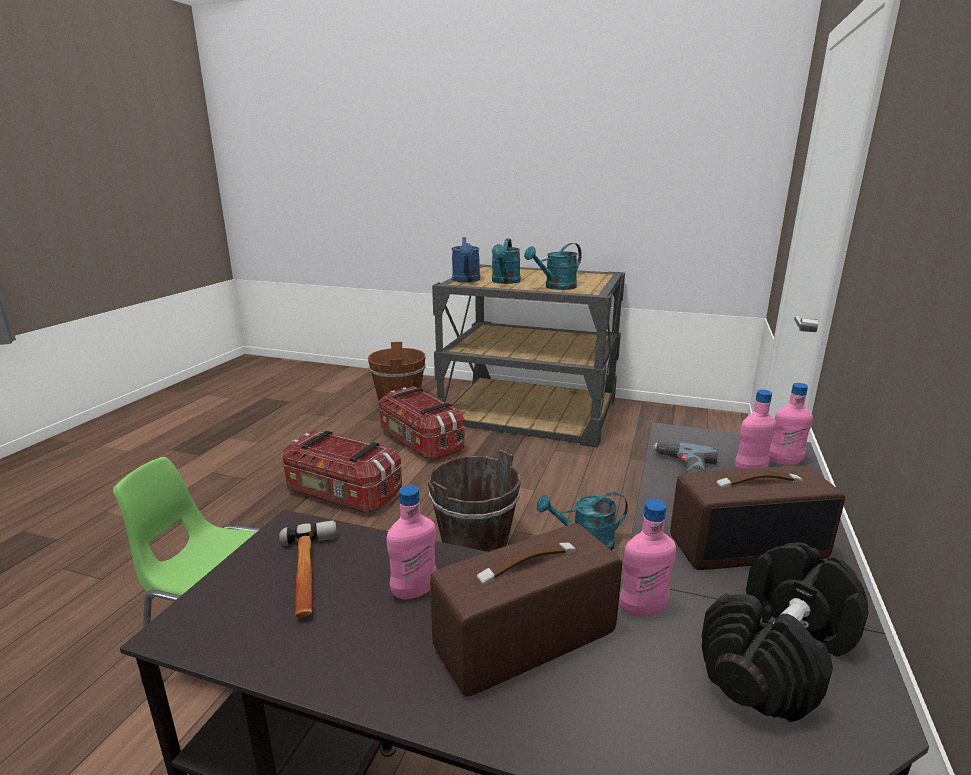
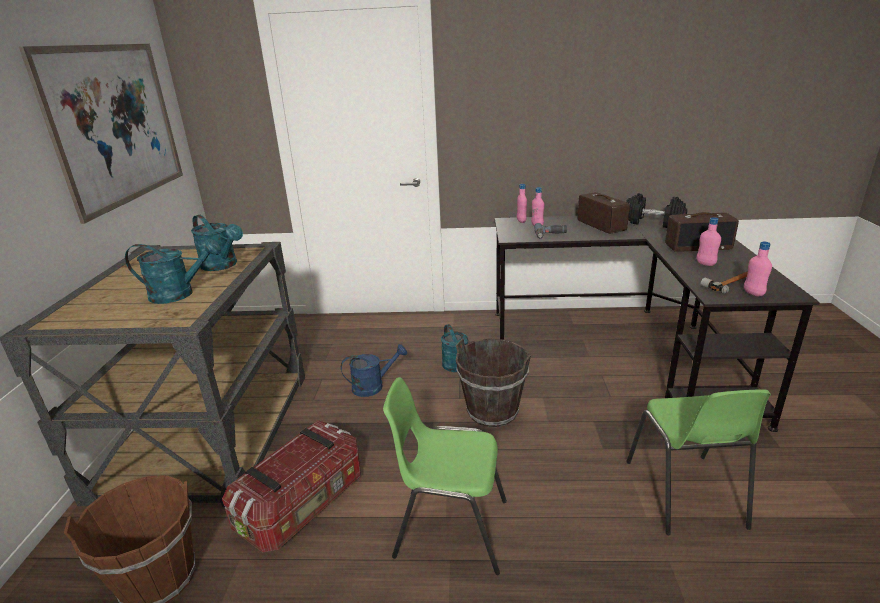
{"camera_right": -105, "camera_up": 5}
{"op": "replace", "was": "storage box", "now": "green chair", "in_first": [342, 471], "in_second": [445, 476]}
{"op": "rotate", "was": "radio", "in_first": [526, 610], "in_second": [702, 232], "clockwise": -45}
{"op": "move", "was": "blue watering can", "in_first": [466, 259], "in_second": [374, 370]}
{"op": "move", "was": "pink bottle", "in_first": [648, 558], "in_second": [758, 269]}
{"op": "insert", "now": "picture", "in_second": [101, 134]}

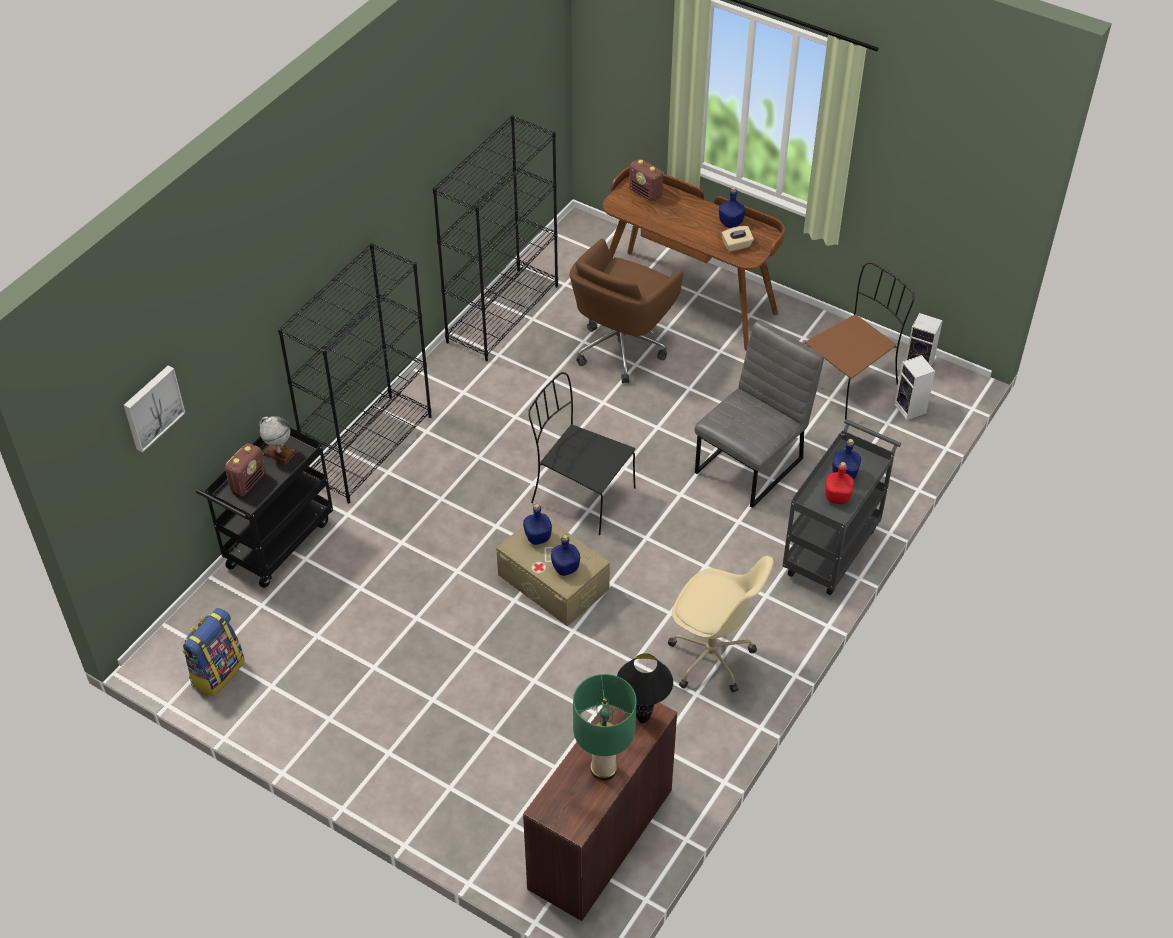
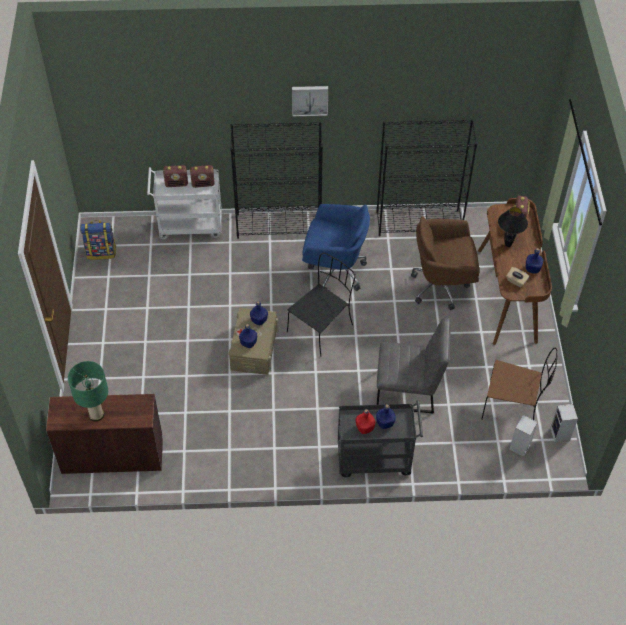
{"camera_right": 55, "camera_up": 5}
{"op": "move", "was": "picture", "in_first": [154, 409], "in_second": [310, 101]}
{"op": "recolor", "was": "black cart", "now": "white cart", "in_first": [264, 508], "in_second": [184, 203]}
{"op": "replace", "was": "globe", "now": "radio", "in_first": [277, 440], "in_second": [202, 176]}
{"op": "rotate", "was": "black chair", "in_first": [582, 453], "in_second": [321, 304], "clockwise": 45}
{"op": "move", "was": "black table lamp", "in_first": [645, 688], "in_second": [513, 227]}
{"op": "delete", "was": "beige office chair", "in_first": [720, 624]}
{"op": "insert", "now": "blue office chair", "in_second": [336, 247]}

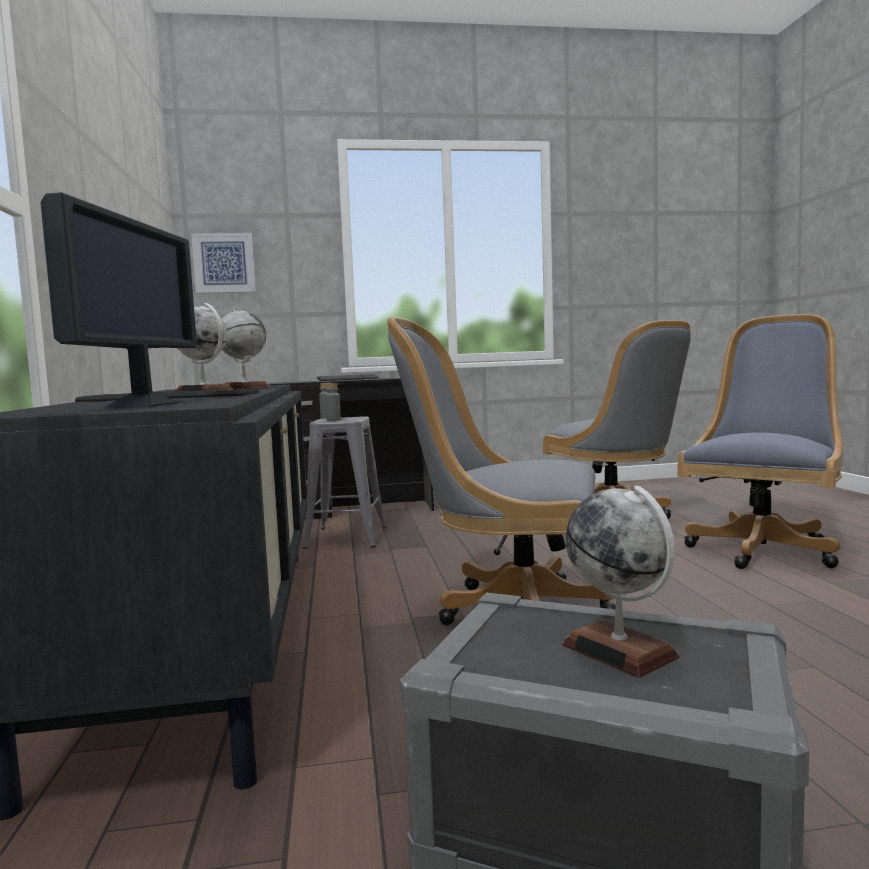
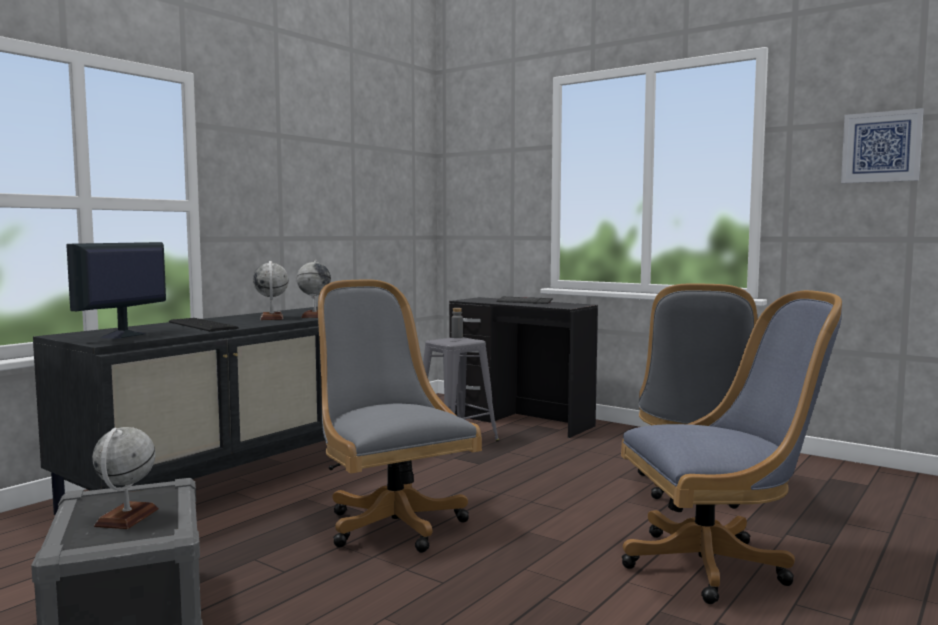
{"camera_right": 45, "camera_up": 0}
{"op": "rotate", "was": "monitor", "in_first": [118, 300], "in_second": [116, 290], "clockwise": 150}
{"op": "move", "was": "picture", "in_first": [223, 263], "in_second": [882, 145]}
{"op": "delete", "was": "grey bottle", "in_first": [333, 402]}

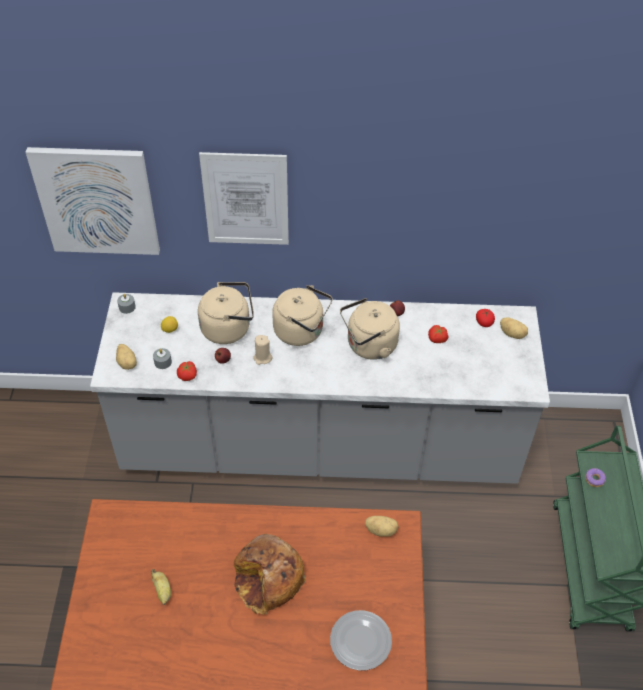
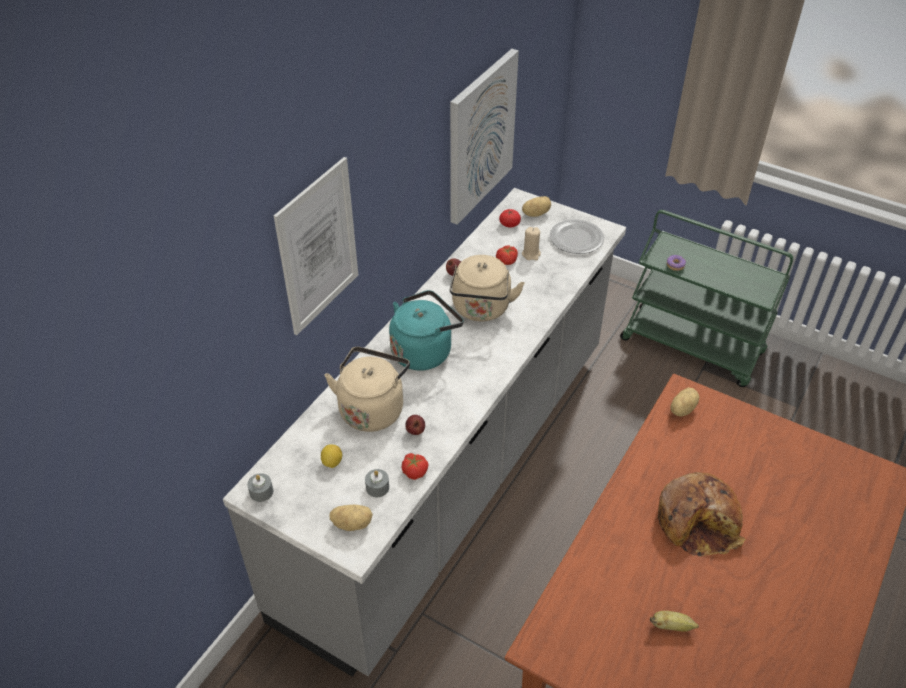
{"camera_right": -60, "camera_up": -5}
{"op": "move", "was": "picture", "in_first": [93, 201], "in_second": [484, 137]}
{"op": "move", "was": "beige candle", "in_first": [263, 350], "in_second": [531, 243]}
{"op": "recolor", "was": "beige kettle", "now": "turquoise kettle", "in_first": [302, 315], "in_second": [426, 330]}
{"op": "move", "was": "plate", "in_first": [361, 640], "in_second": [577, 236]}

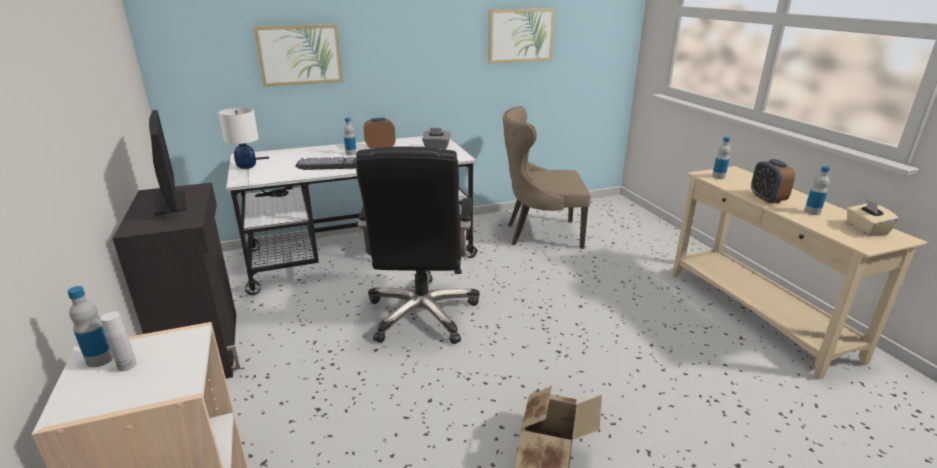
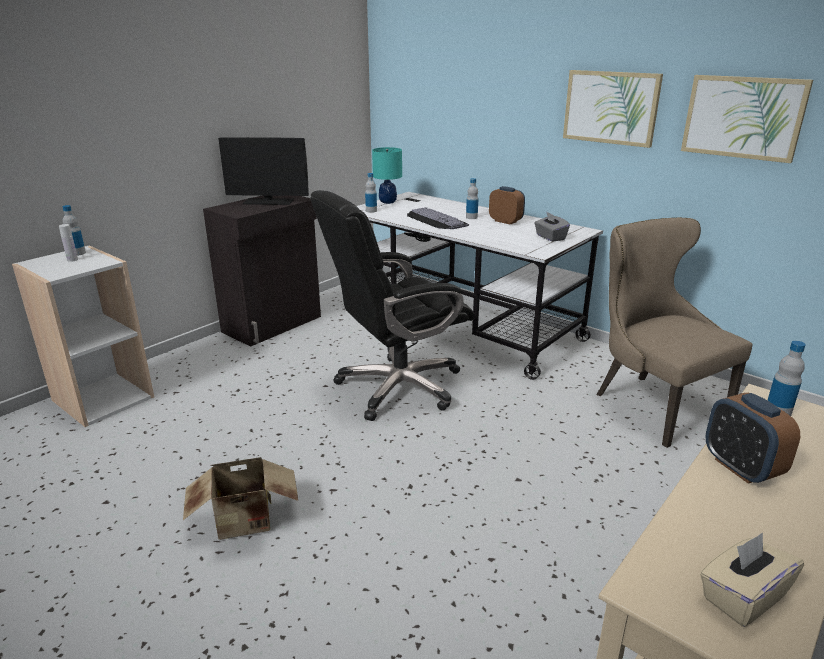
{"camera_right": 60, "camera_up": 0}
{"op": "rotate", "was": "monitor", "in_first": [168, 162], "in_second": [263, 171], "clockwise": 60}
{"op": "recolor", "was": "white table lamp", "now": "turquoise table lamp", "in_first": [238, 138], "in_second": [387, 175]}
{"op": "move", "was": "picture", "in_first": [298, 55], "in_second": [613, 109]}
{"op": "rotate", "was": "alarm clock", "in_first": [773, 181], "in_second": [753, 438], "clockwise": -75}
{"op": "move", "was": "bottle", "in_first": [817, 190], "in_second": [371, 193]}

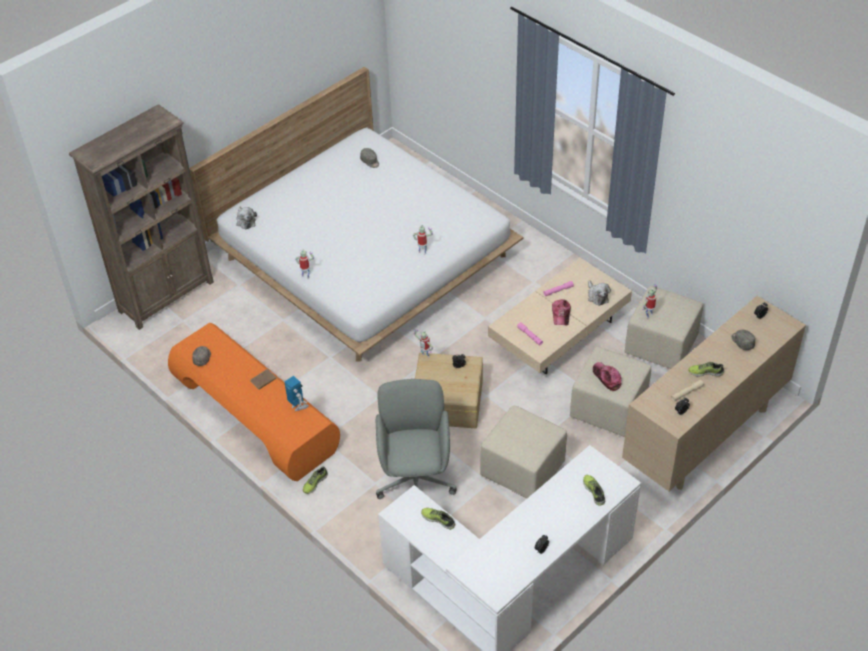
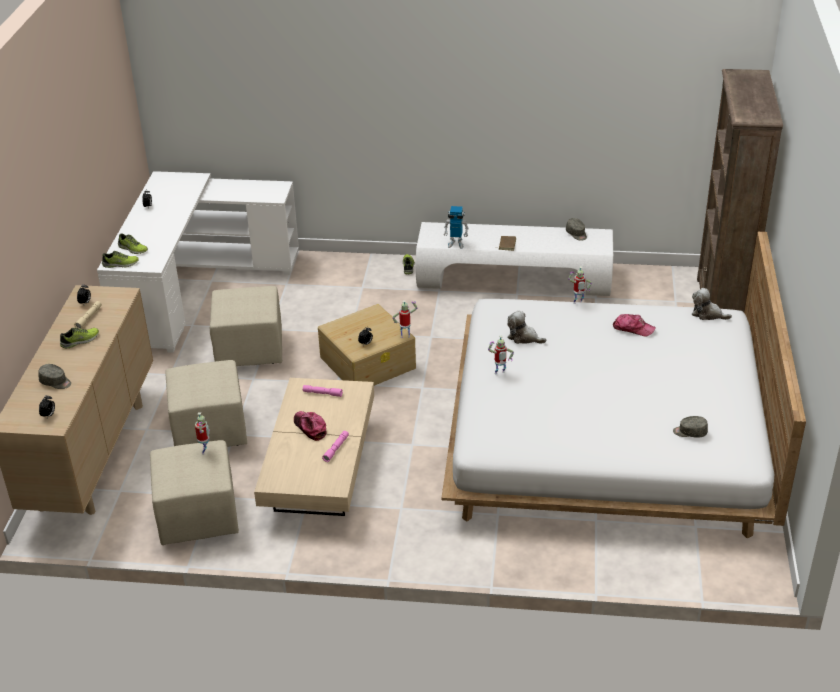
{"camera_right": 140, "camera_up": -10}
{"op": "recolor", "was": "orange bench", "now": "white bench", "in_first": [254, 402], "in_second": [514, 259]}
{"op": "delete", "was": "grey office chair", "in_first": [416, 439]}
{"op": "move", "was": "shoe", "in_first": [438, 519], "in_second": [120, 259]}
{"op": "move", "was": "plush toy", "in_first": [599, 293], "in_second": [527, 327]}
{"op": "move", "was": "cap", "in_first": [607, 376], "in_second": [634, 325]}

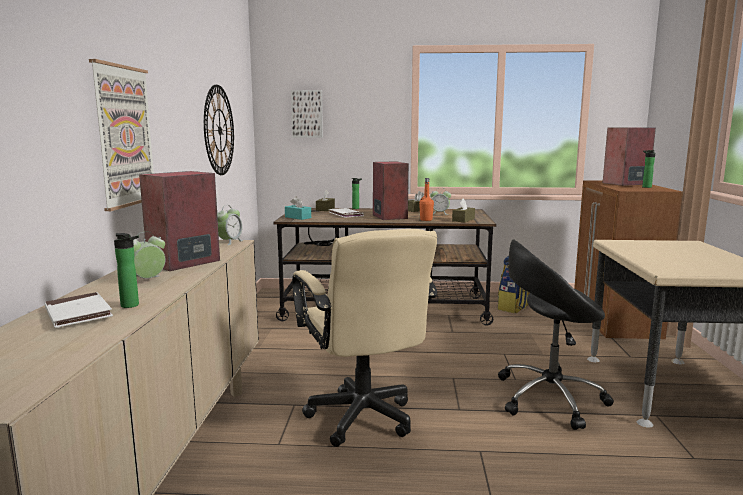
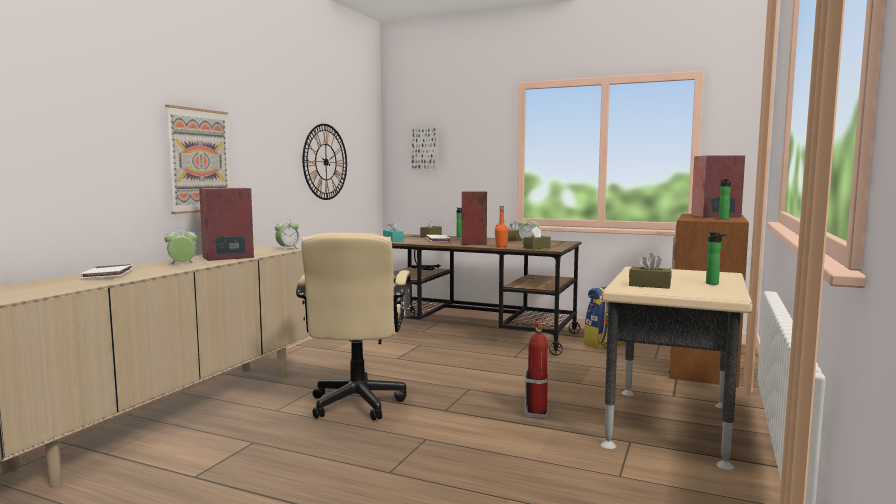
{"camera_right": 20, "camera_up": -5}
{"op": "move", "was": "bottle", "in_first": [126, 270], "in_second": [716, 258]}
{"op": "replace", "was": "black office chair", "now": "fire extinguisher", "in_first": [556, 334], "in_second": [537, 370]}
{"op": "insert", "now": "brown tissue box", "in_second": [650, 271]}

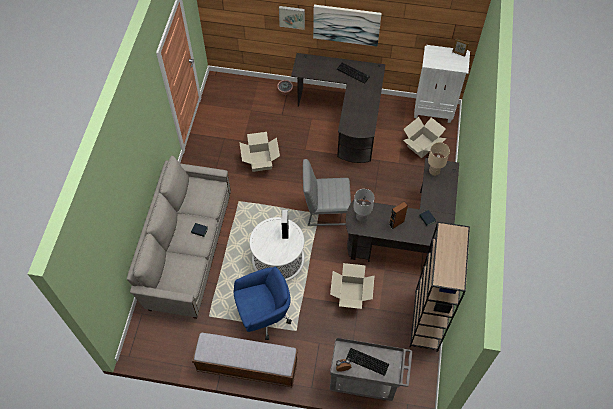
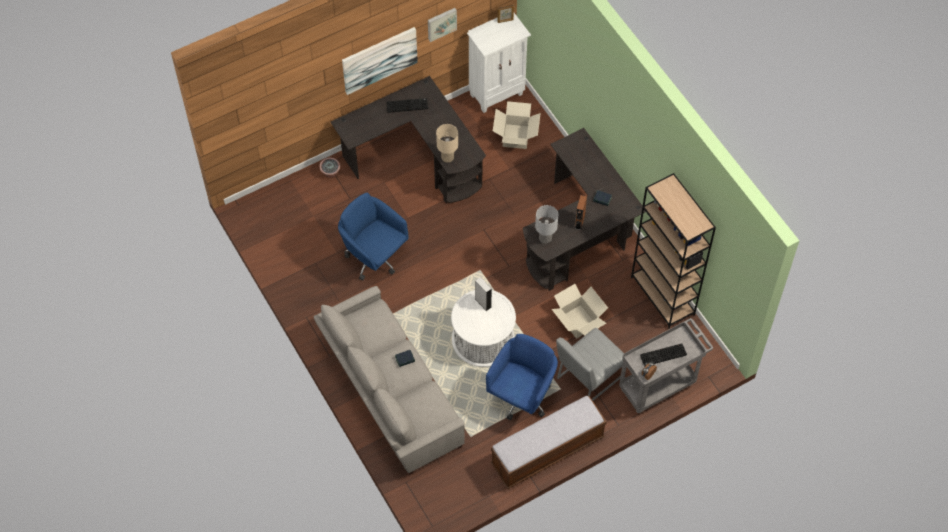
{"camera_right": -40, "camera_up": 0}
{"op": "replace", "was": "cardboard box", "now": "blue office chair", "in_first": [259, 152], "in_second": [373, 236]}
{"op": "move", "was": "picture", "in_first": [292, 18], "in_second": [442, 25]}
{"op": "move", "was": "grey chair", "in_first": [327, 192], "in_second": [590, 364]}
{"op": "move", "was": "beige table lamp", "in_first": [439, 159], "in_second": [447, 143]}

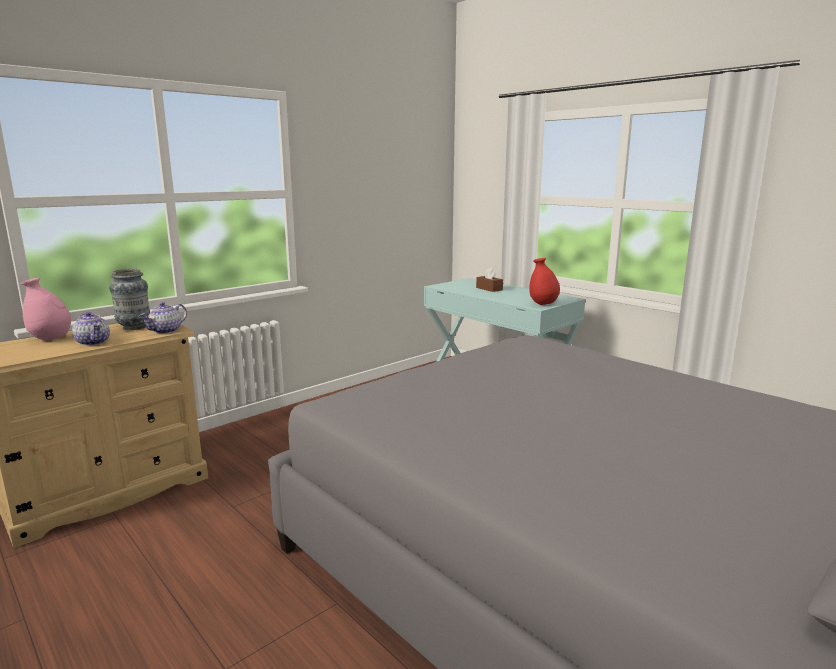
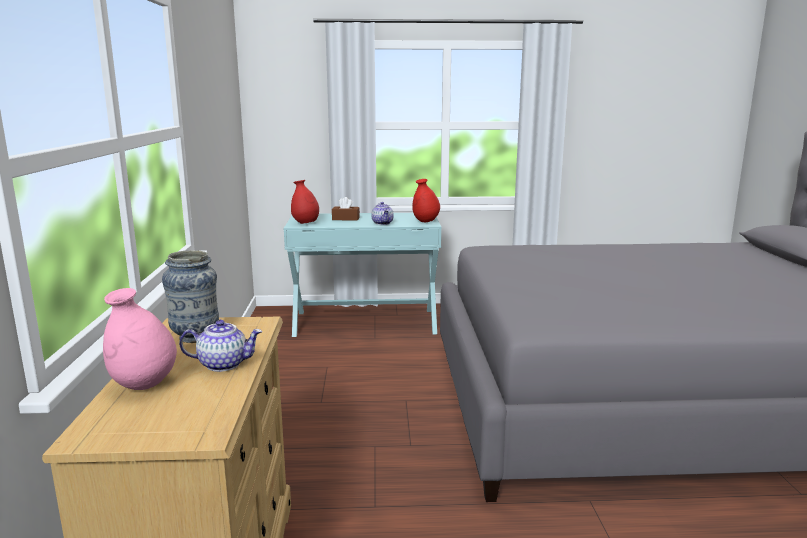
{"camera_right": -50, "camera_up": 0}
{"op": "move", "was": "teapot", "in_first": [163, 318], "in_second": [382, 213]}
{"op": "insert", "now": "red vase", "in_second": [305, 202]}

